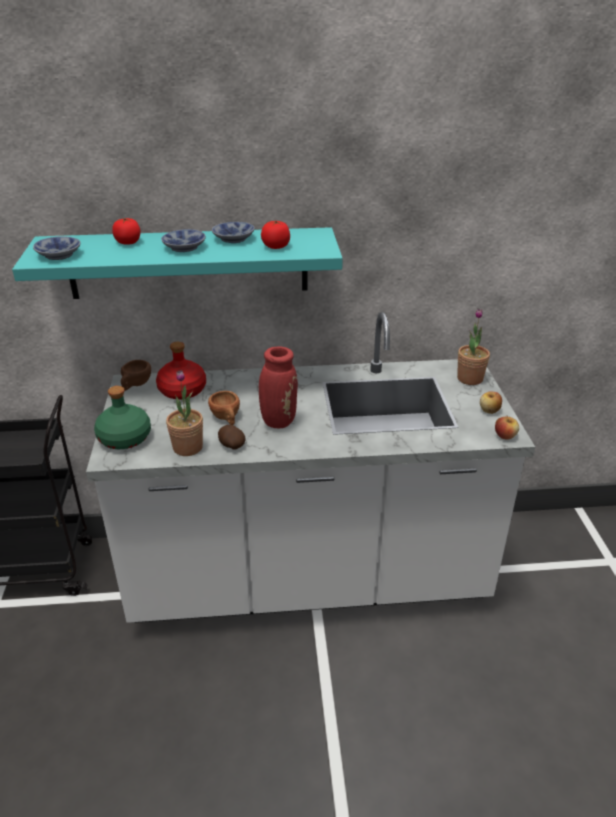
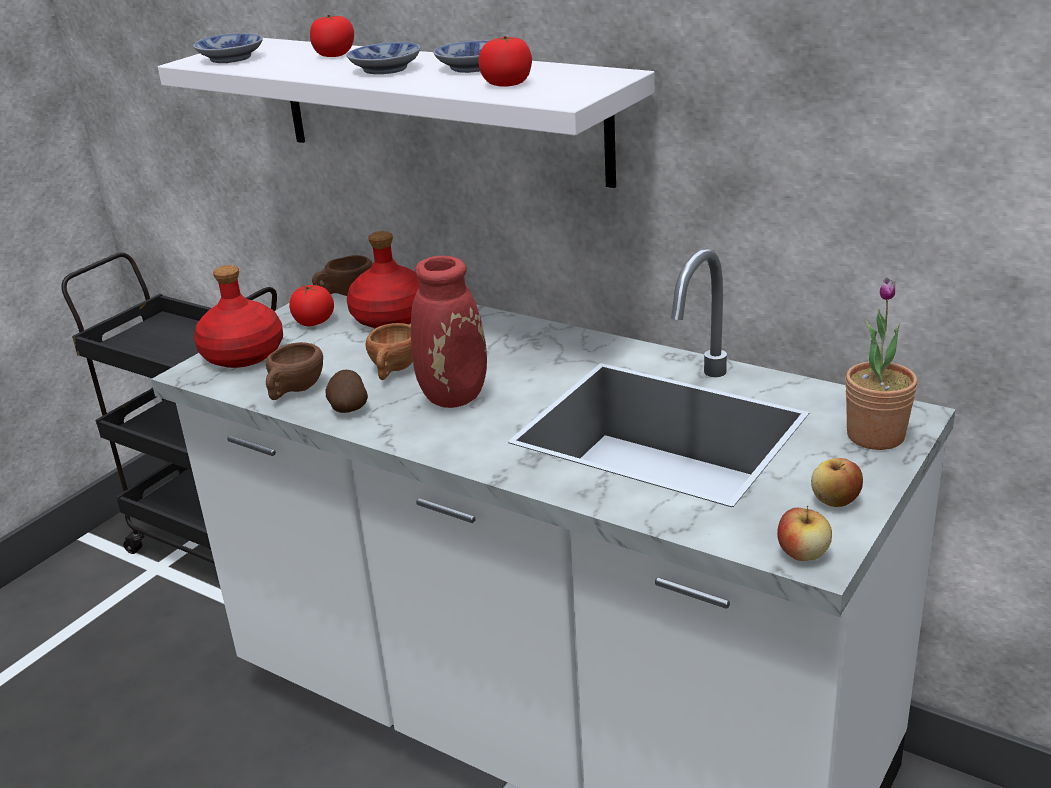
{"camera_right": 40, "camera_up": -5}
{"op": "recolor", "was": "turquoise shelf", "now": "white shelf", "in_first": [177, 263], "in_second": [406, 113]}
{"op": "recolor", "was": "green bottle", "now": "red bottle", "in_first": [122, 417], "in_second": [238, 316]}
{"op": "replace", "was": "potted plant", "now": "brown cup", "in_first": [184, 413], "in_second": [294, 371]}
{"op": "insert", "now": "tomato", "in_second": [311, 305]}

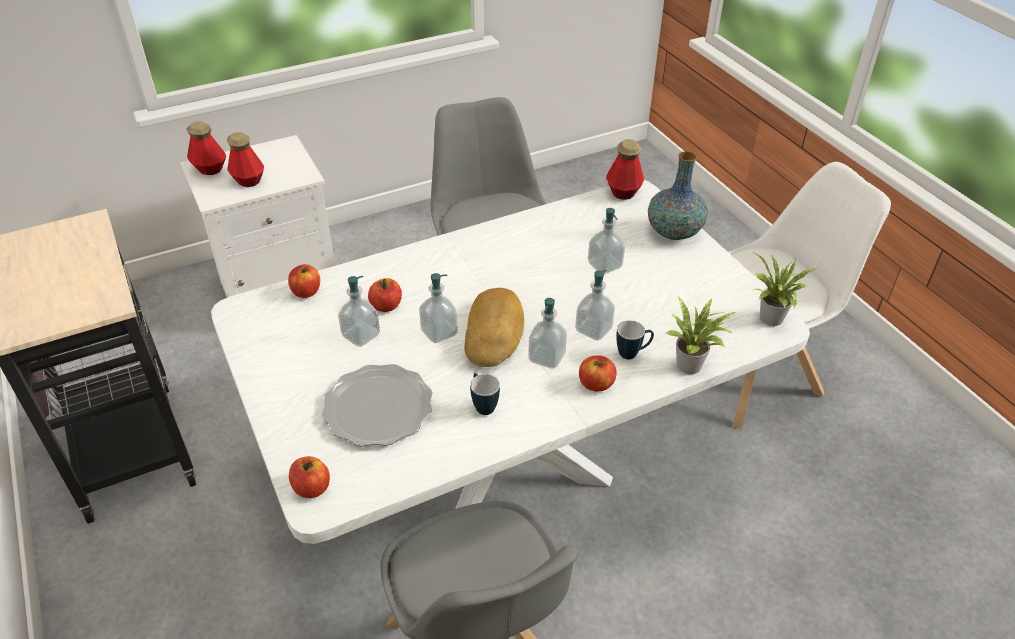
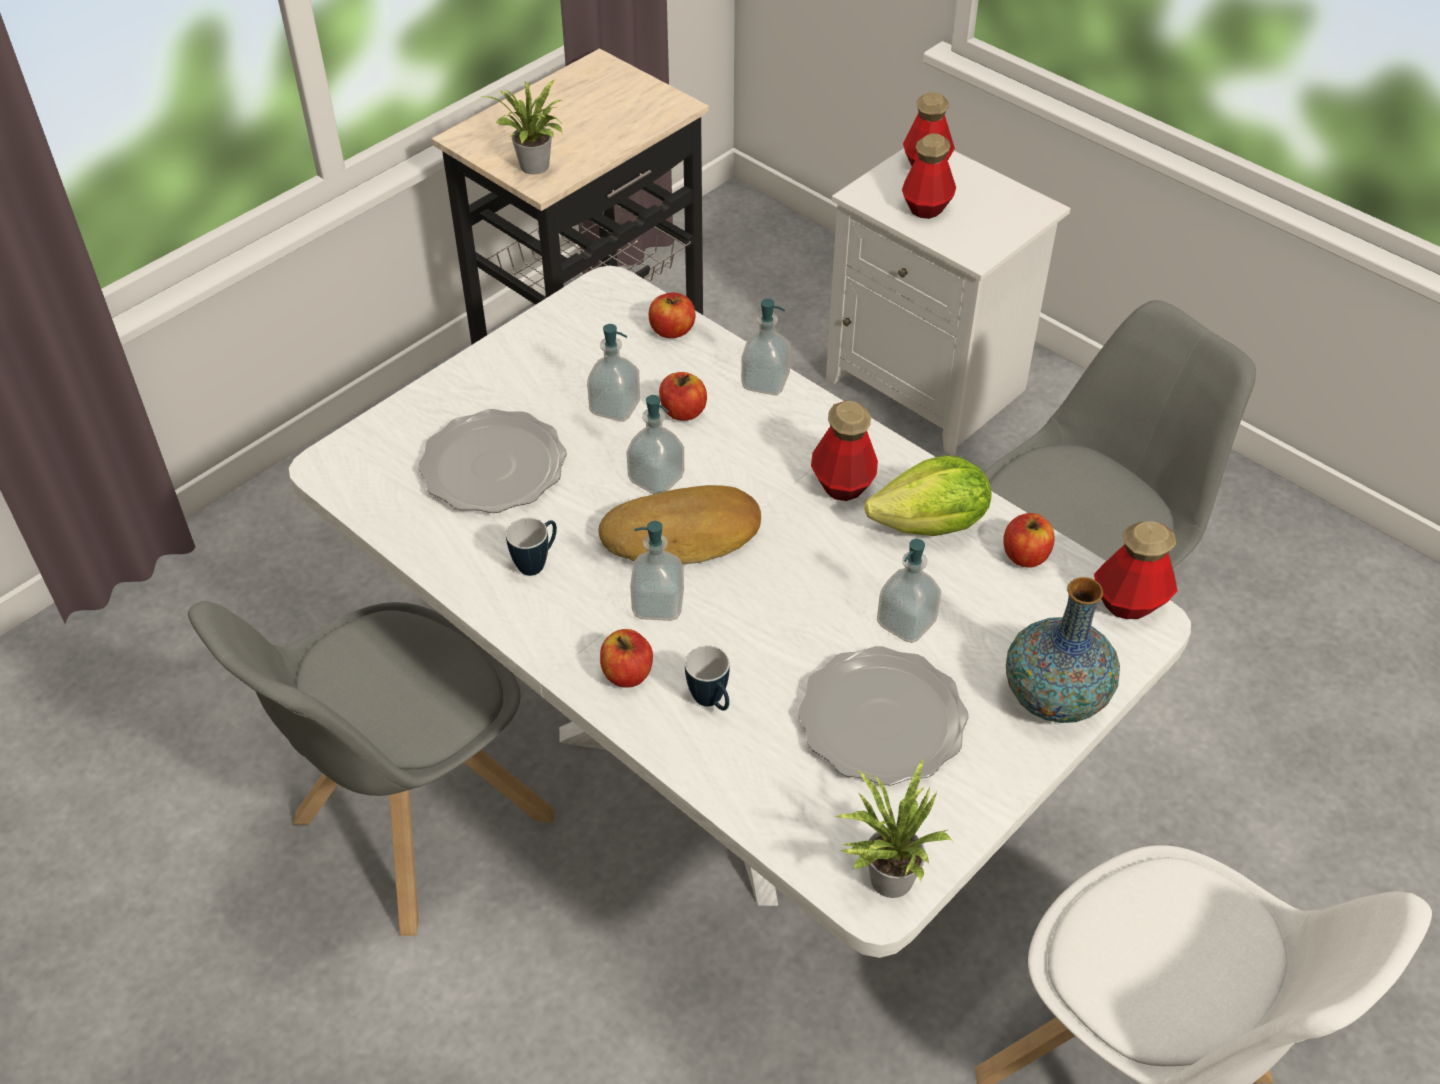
{"camera_right": 70, "camera_up": 5}
{"op": "move", "was": "apple", "in_first": [309, 477], "in_second": [1028, 540]}
{"op": "move", "was": "soap dispenser", "in_first": [595, 305], "in_second": [766, 347]}
{"op": "move", "was": "potted plant", "in_first": [701, 335], "in_second": [522, 127]}
{"op": "insert", "now": "plate", "in_second": [883, 715]}
{"op": "insert", "now": "bottle", "in_second": [844, 451]}
{"op": "insert", "now": "lettuce", "in_second": [927, 495]}

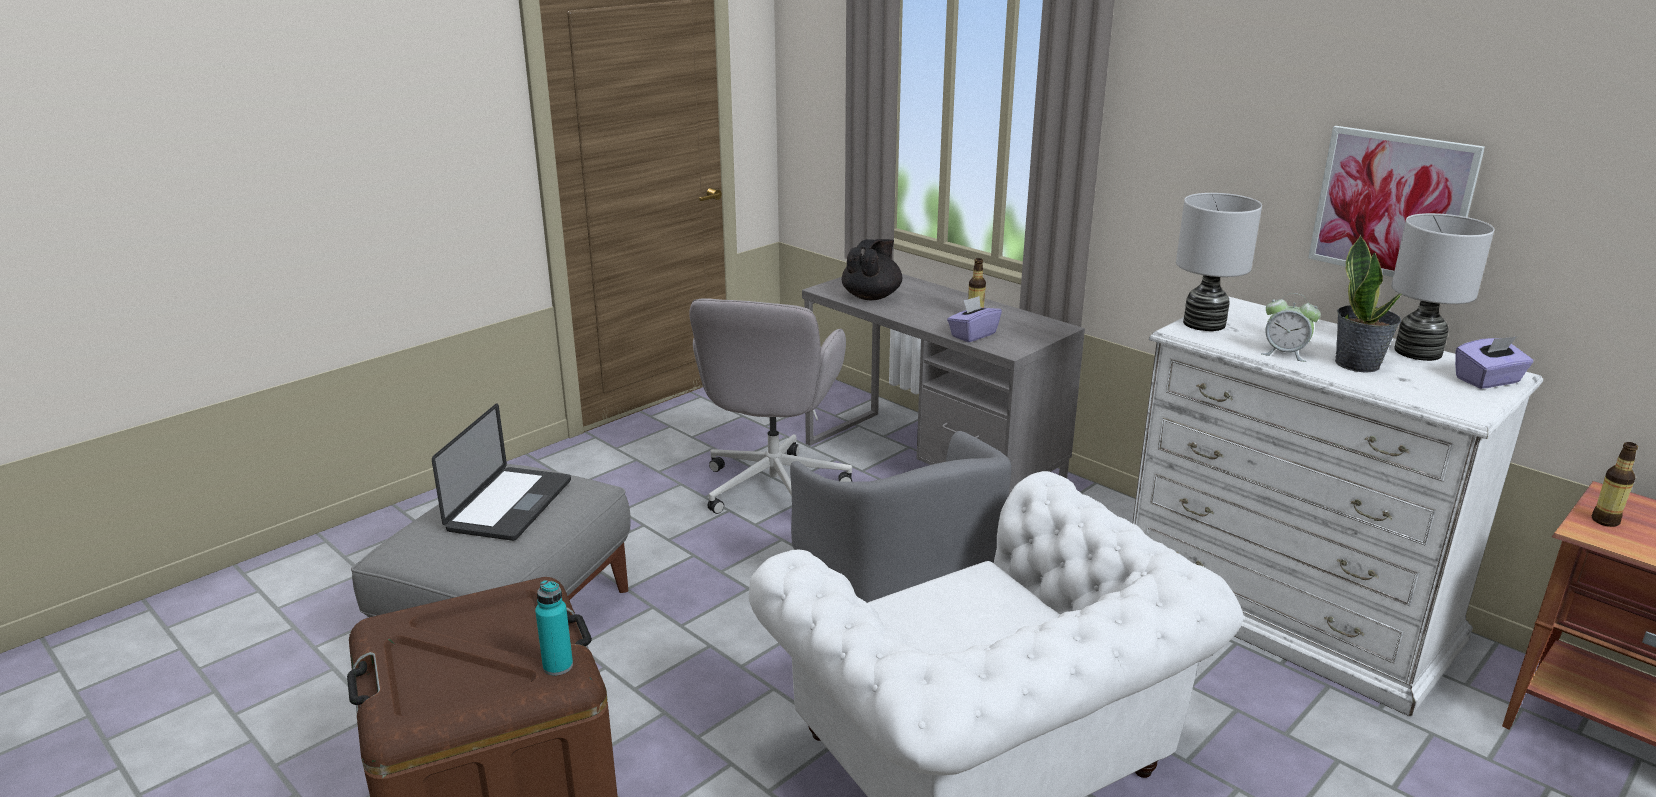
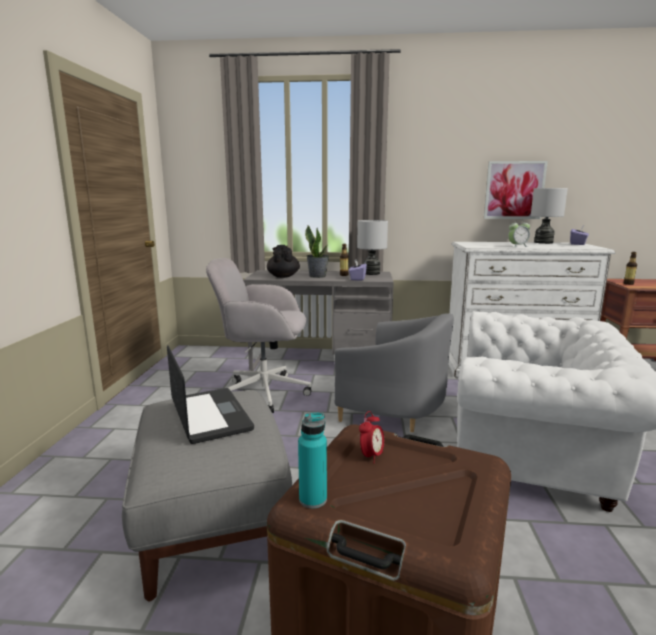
{"camera_right": -40, "camera_up": -10}
{"op": "move", "was": "turquoise bottle", "in_first": [554, 628], "in_second": [312, 460]}
{"op": "rotate", "was": "grey office chair", "in_first": [770, 406], "in_second": [258, 335], "clockwise": 120}
{"op": "move", "was": "grey table lamp", "in_first": [1219, 262], "in_second": [372, 247]}
{"op": "move", "was": "potted plant", "in_first": [1368, 304], "in_second": [317, 252]}
{"op": "insert", "now": "alarm clock", "in_second": [371, 437]}

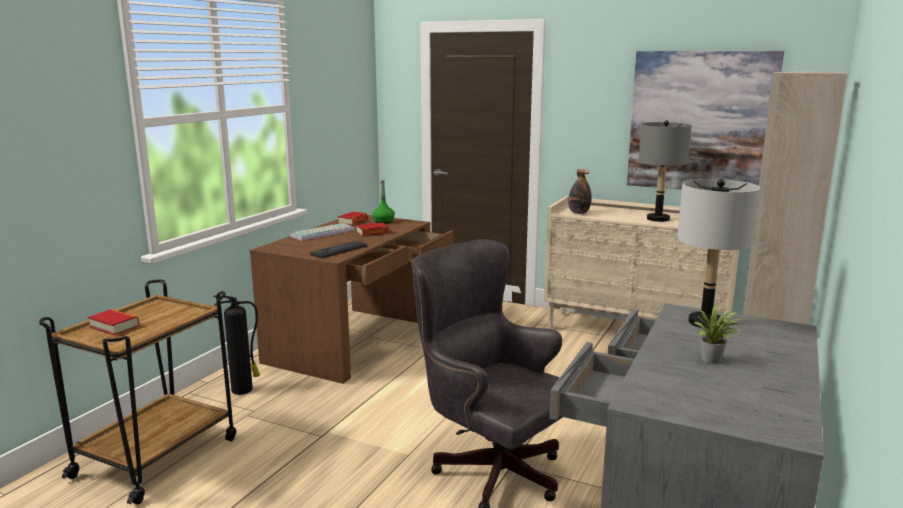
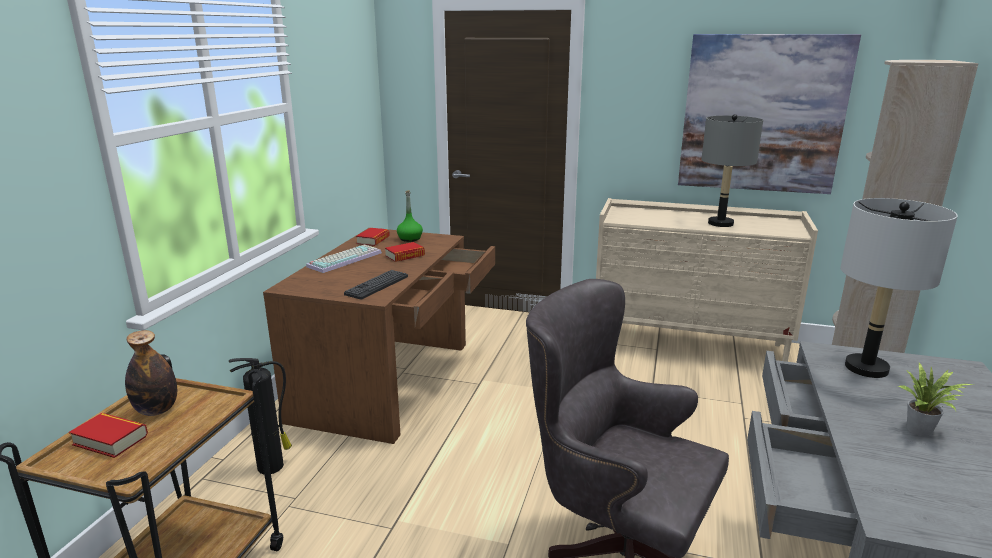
{"camera_right": -10, "camera_up": 5}
{"op": "move", "was": "bottle", "in_first": [580, 191], "in_second": [151, 373]}

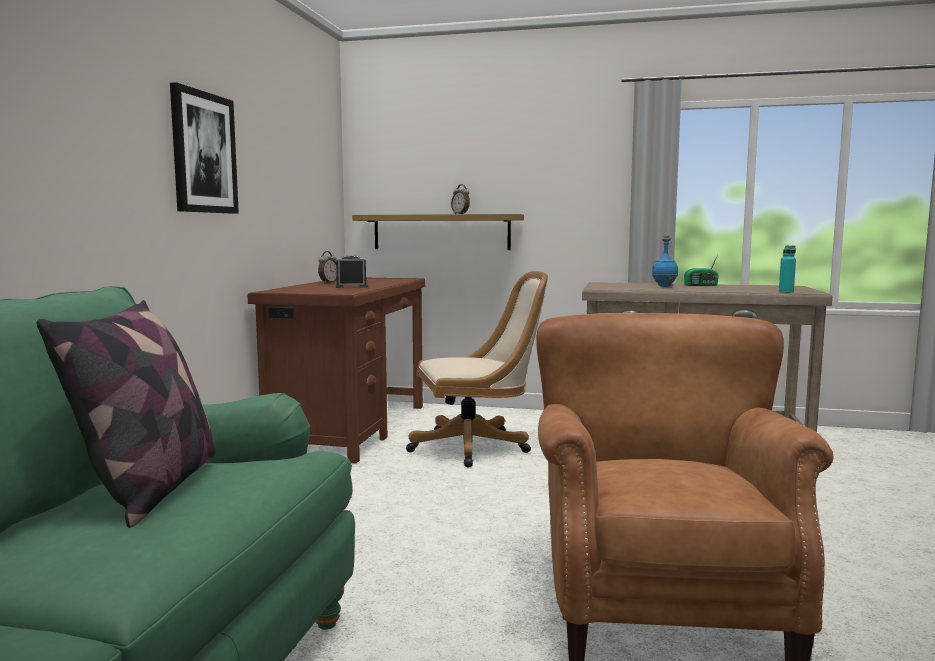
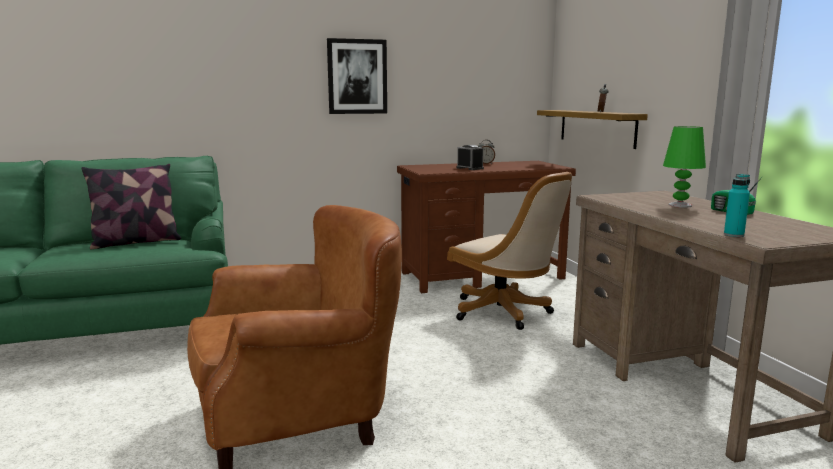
{"camera_right": 60, "camera_up": 5}
{"op": "replace", "was": "blue bottle", "now": "green table lamp", "in_first": [665, 261], "in_second": [684, 167]}

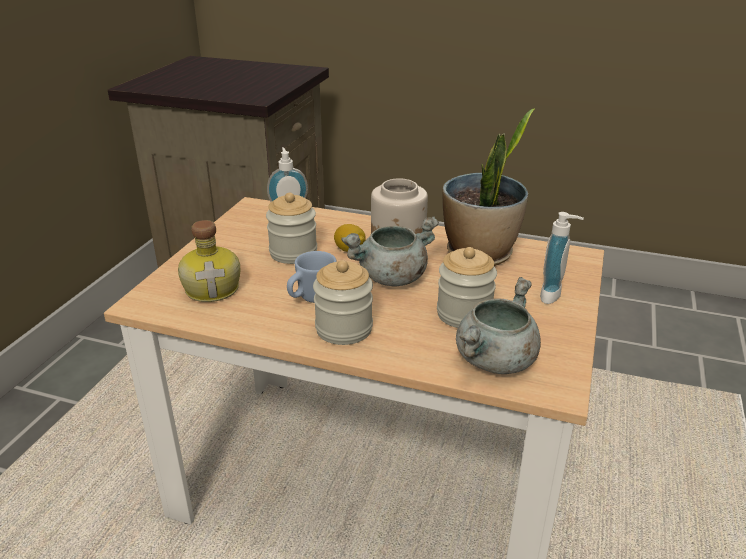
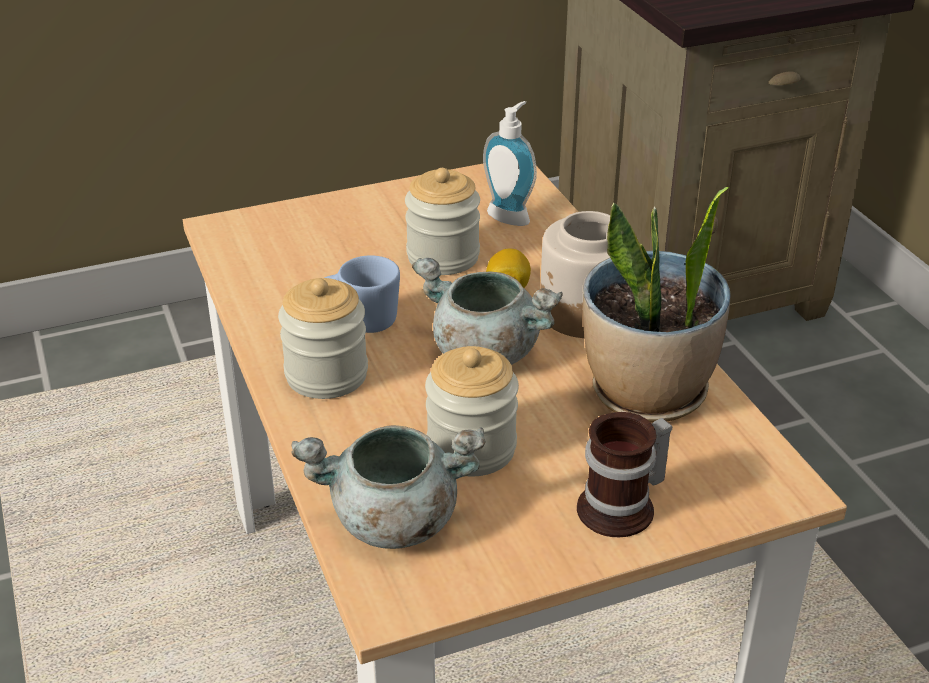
{"camera_right": 50, "camera_up": 5}
{"op": "delete", "was": "bottle", "in_first": [209, 261]}
{"op": "replace", "was": "soap dispenser", "now": "mug", "in_first": [562, 258], "in_second": [624, 474]}

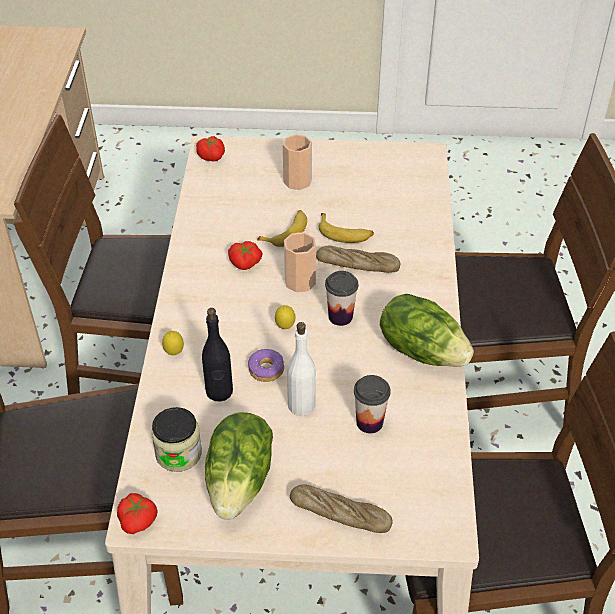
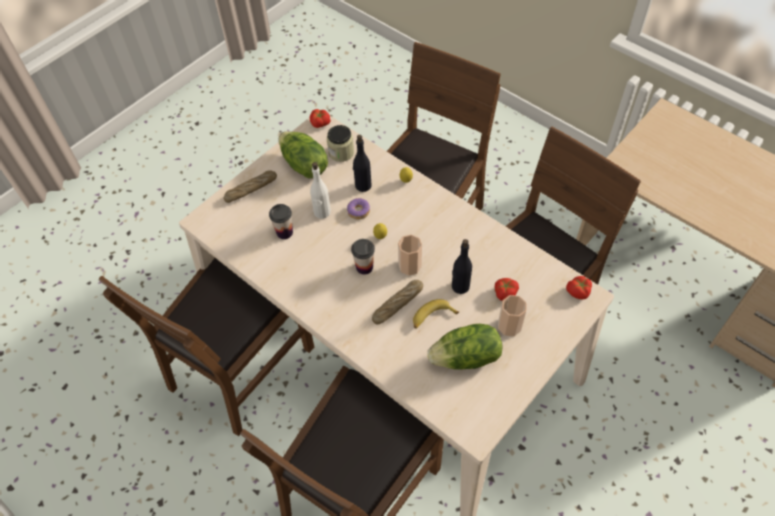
{"camera_right": 130, "camera_up": 10}
{"op": "move", "was": "tomato", "in_first": [245, 255], "in_second": [507, 289]}
{"op": "replace", "was": "banana", "now": "black bottle", "in_first": [282, 228], "in_second": [462, 266]}
{"op": "move", "was": "lettuce", "in_first": [427, 330], "in_second": [465, 347]}

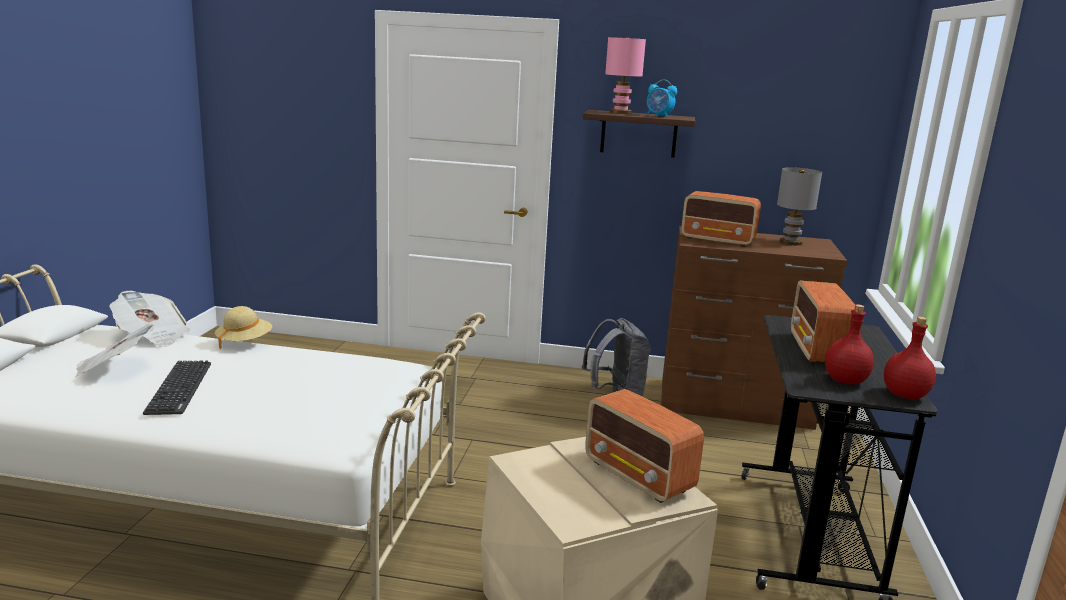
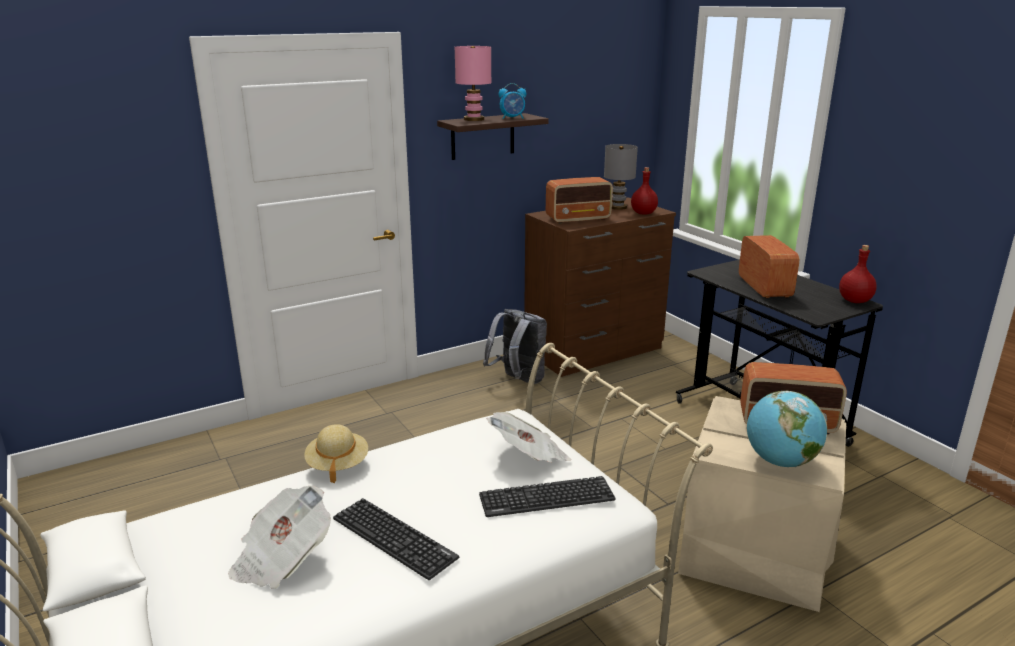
{"camera_right": -40, "camera_up": 5}
{"op": "move", "was": "newspaper", "in_first": [149, 319], "in_second": [528, 437]}
{"op": "rotate", "was": "radio", "in_first": [823, 322], "in_second": [769, 267], "clockwise": -150}
{"op": "move", "was": "red bottle", "in_first": [849, 344], "in_second": [644, 191]}
{"op": "insert", "now": "keyboard", "in_second": [547, 496]}
{"op": "insert", "now": "globe", "in_second": [787, 429]}

